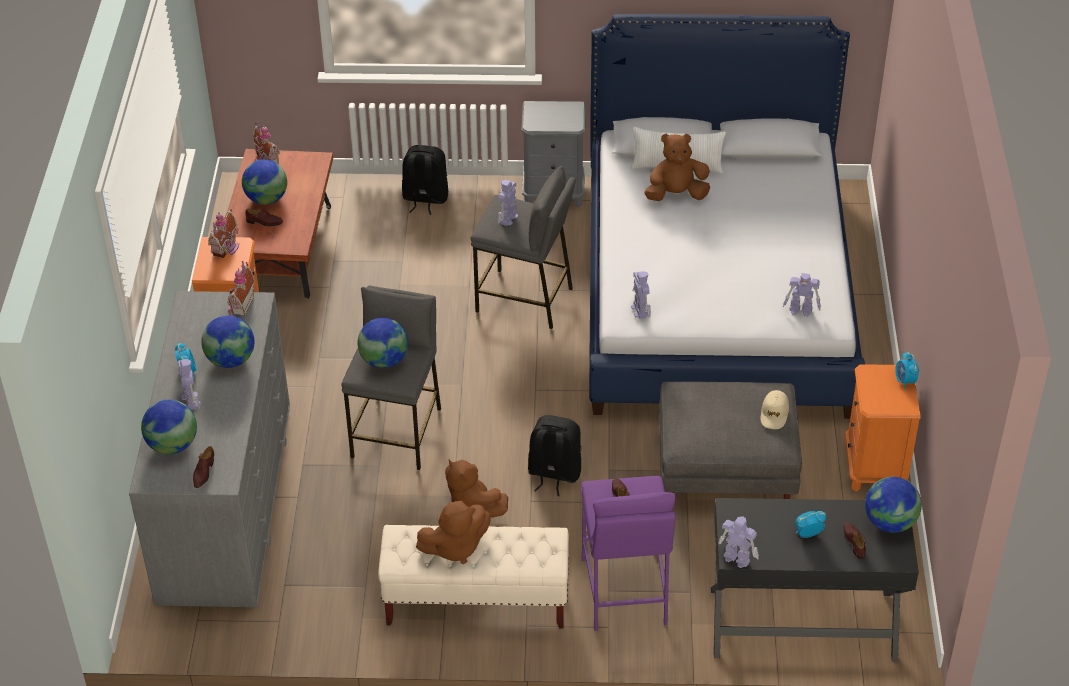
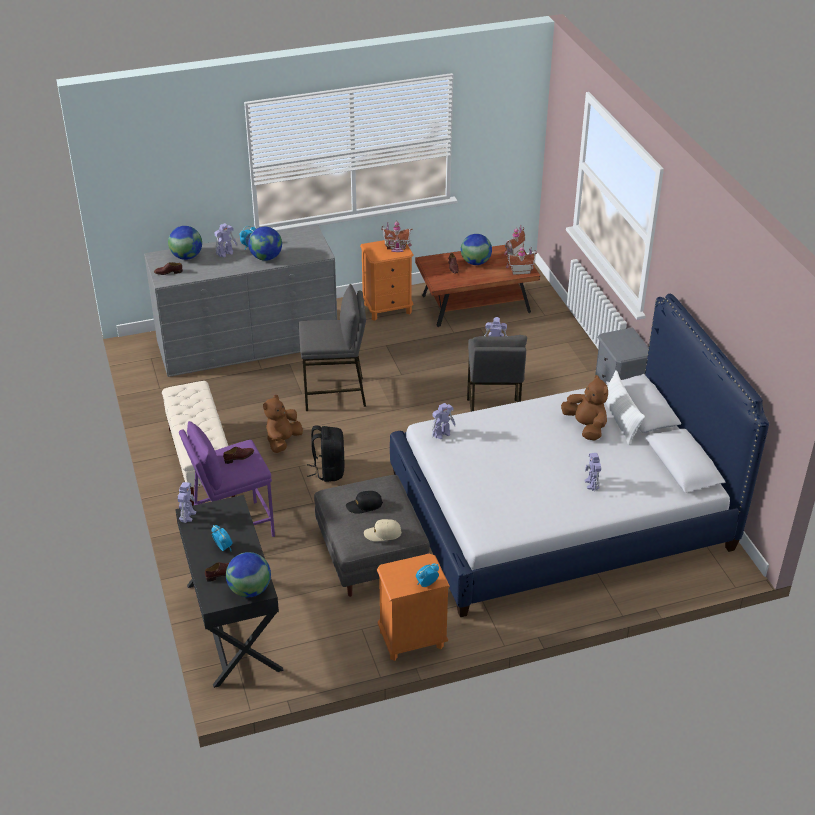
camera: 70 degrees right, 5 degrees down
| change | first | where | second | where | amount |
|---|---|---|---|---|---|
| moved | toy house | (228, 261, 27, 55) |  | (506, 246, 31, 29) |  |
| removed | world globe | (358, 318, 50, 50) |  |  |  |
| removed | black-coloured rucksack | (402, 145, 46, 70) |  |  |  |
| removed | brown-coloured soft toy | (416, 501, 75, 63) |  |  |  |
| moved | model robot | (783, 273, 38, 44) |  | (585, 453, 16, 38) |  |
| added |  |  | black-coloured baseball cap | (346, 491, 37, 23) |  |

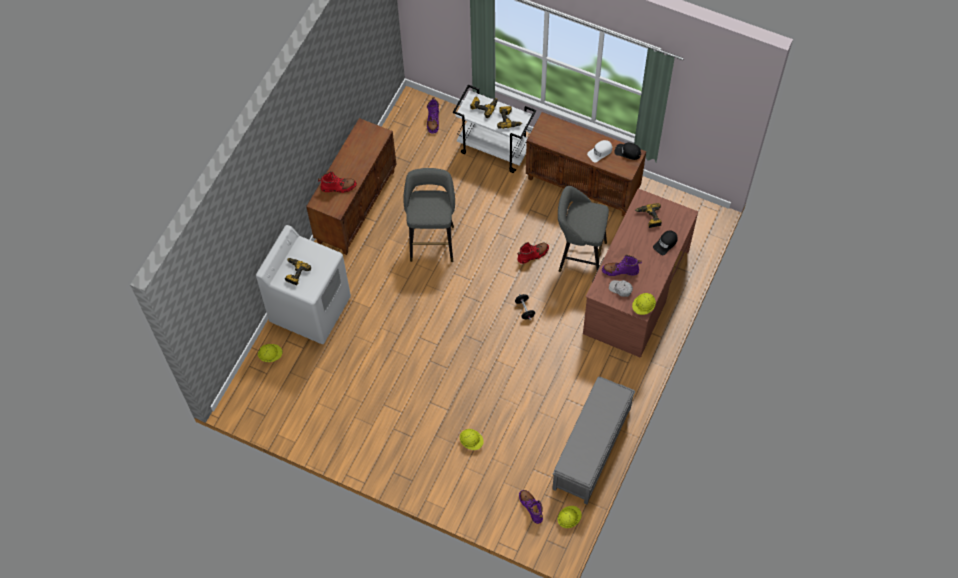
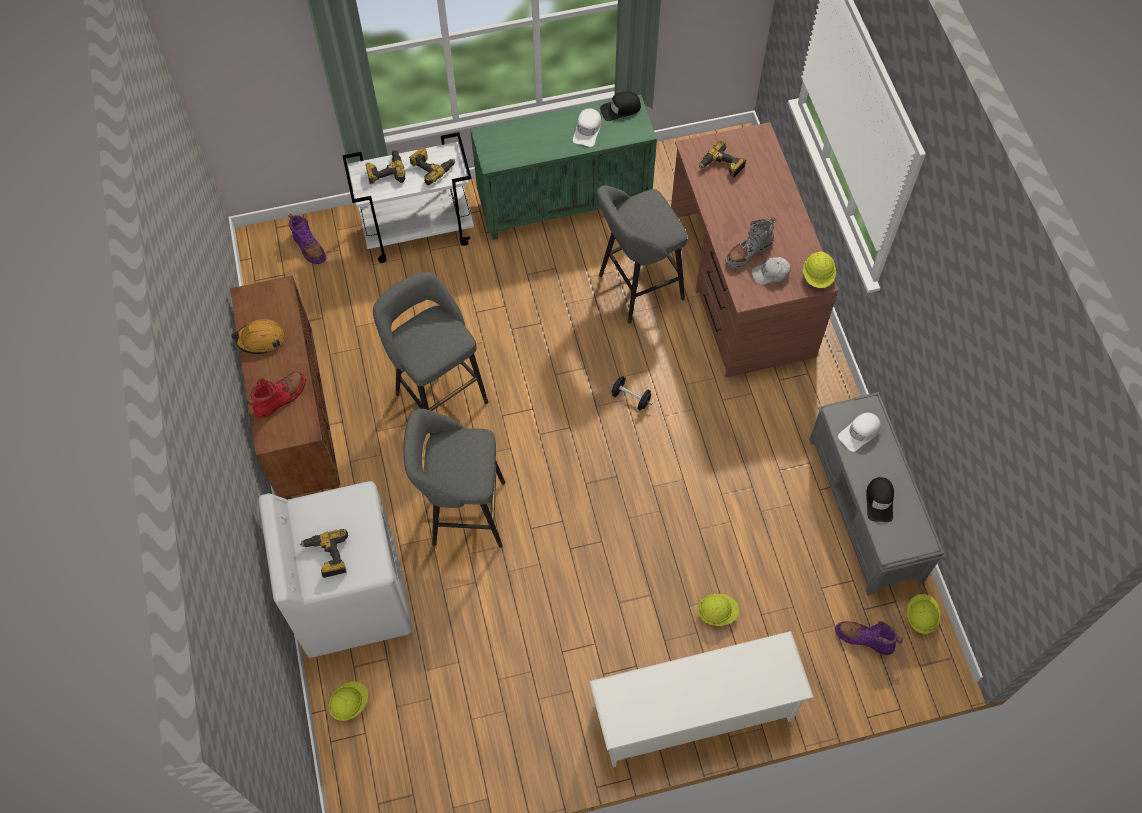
camera: 40 degrees left, 0 degrees up
| change | first | where | second | where | amount |
|---|---|---|---|---|---|
| removed | red boot | (517, 242, 32, 22) |  |  |  |
| recoloured | brown-coloured storage cabinet | (526, 112, 120, 104) | green-coloured storage cabinet | (470, 94, 187, 146) |  |
| recoloured | purple boot | (602, 255, 40, 21) | greyish boot | (725, 218, 52, 50) |  |
| moved | black-coloured baseball cap | (653, 230, 25, 25) |  | (866, 477, 28, 45) |  |
| added |  |  | orangey work helmet | (231, 319, 53, 35) |  |
| added |  |  | greyish stool seat | (403, 409, 102, 139) |  |
| added |  |  | white shoe stand | (589, 631, 225, 136) |  |
| added |  |  | white baseball cap | (838, 413, 43, 39) |  |

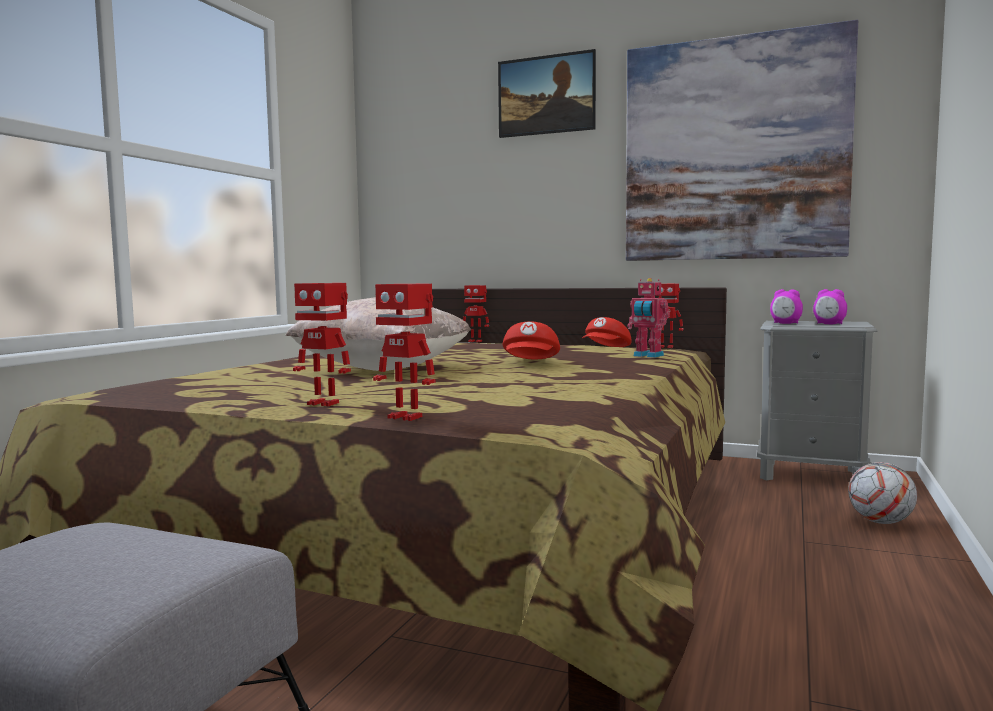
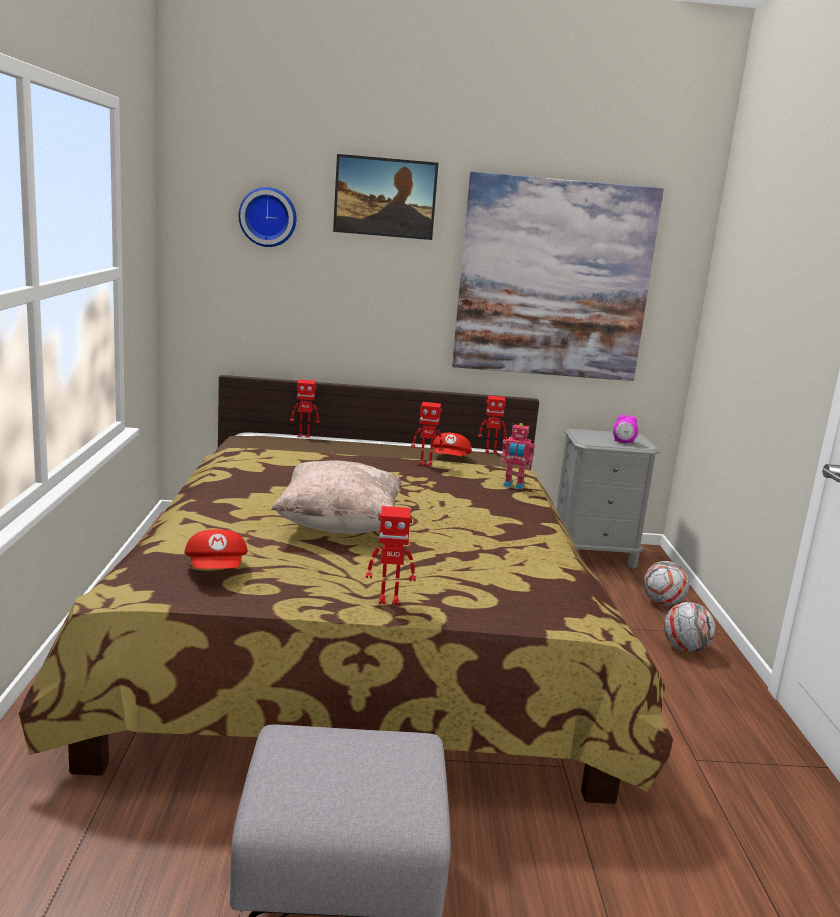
camera: 25 degrees left, 10 degrees up
| change | first | where | second | where | amount |
|---|---|---|---|---|---|
| moved | model robot | (373, 284, 62, 137) |  | (411, 402, 32, 65) |  |
| moved | red baseball cap | (502, 321, 58, 38) |  | (184, 529, 64, 40) |  |
| removed | bedside clock | (770, 289, 33, 35) |  |  |  |
| added |  |  | clock on the wall | (239, 187, 58, 60) |  |
| added |  |  | football ball | (664, 602, 52, 50) |  |

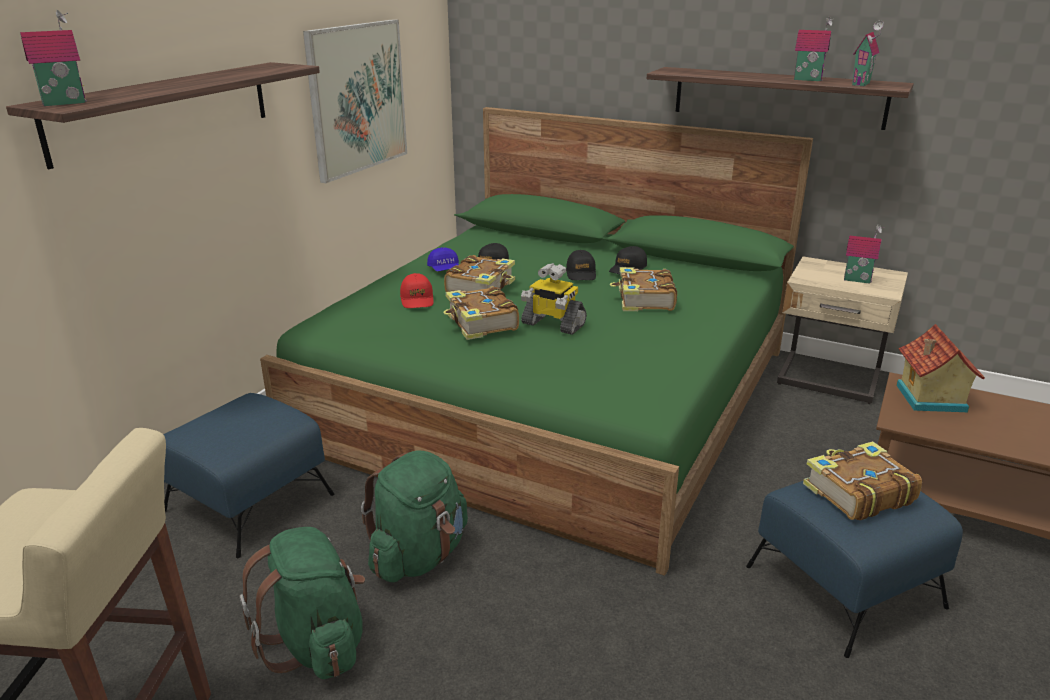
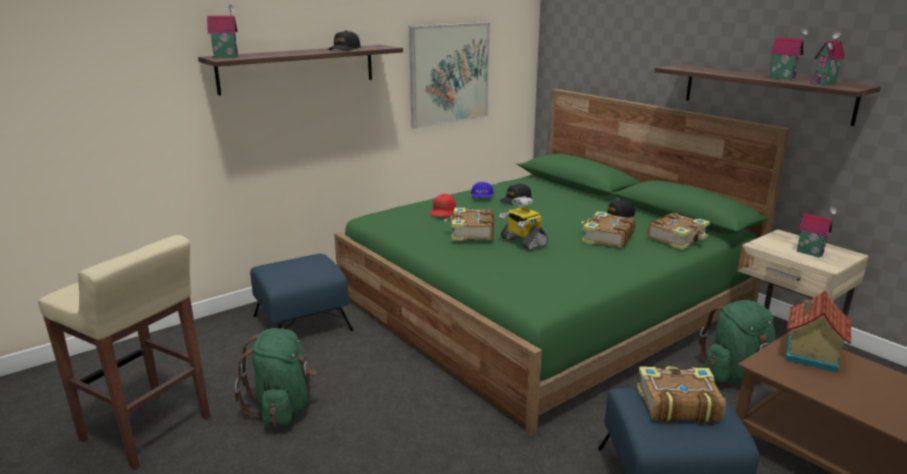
camera: 25 degrees right, 5 degrees down
| change | first | where | second | where | amount |
|---|---|---|---|---|---|
| moved | green-coloured rucksack | (361, 450, 107, 132) |  | (698, 300, 77, 84) |  |
| moved | bound book | (444, 255, 71, 37) |  | (647, 213, 63, 37) |  |
| moved | black-coloured baseball cap | (566, 250, 30, 30) |  | (328, 30, 33, 21) |  |

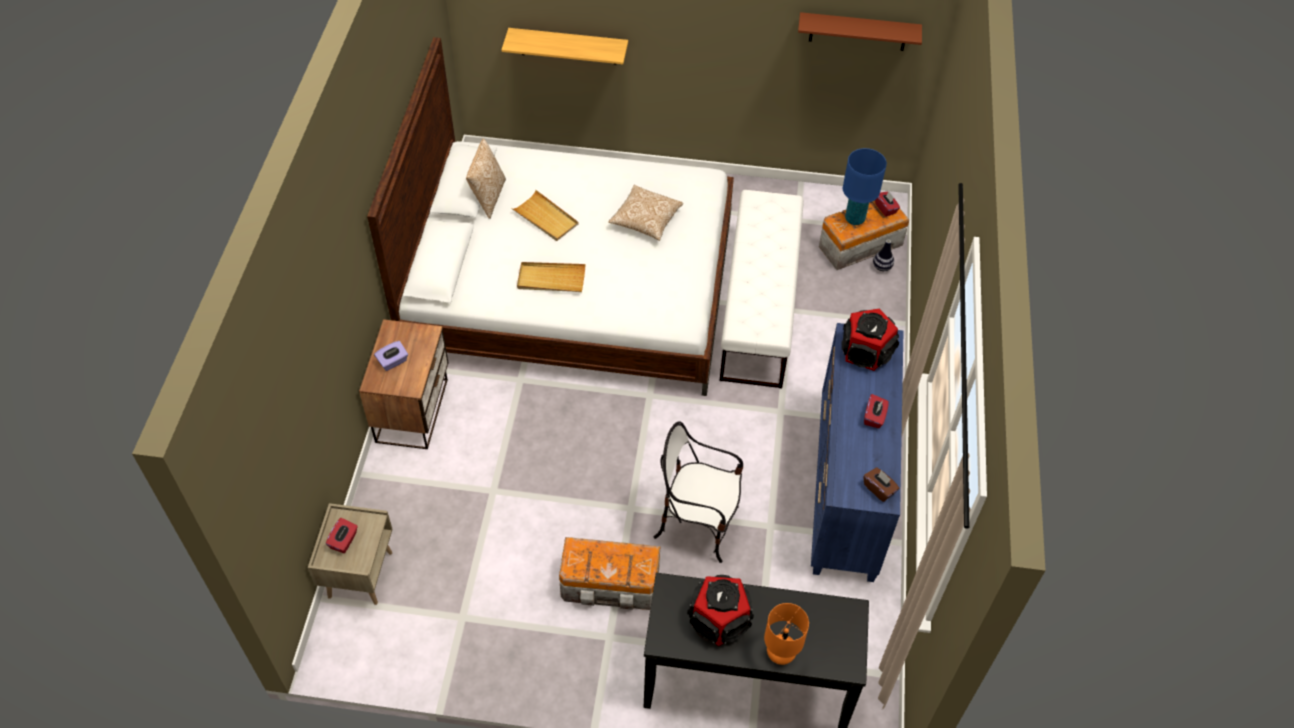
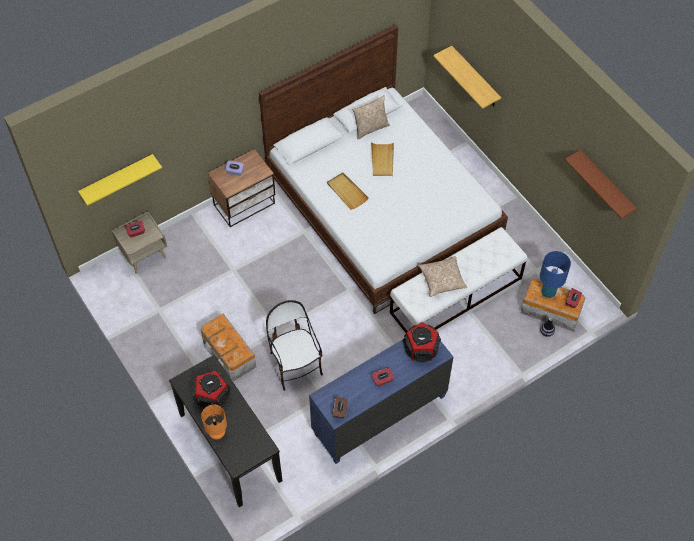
camera: 50 degrees right, 5 degrees up
| change | first | where | second | where | amount |
|---|---|---|---|---|---|
| moved | pillow | (608, 185, 75, 56) |  | (418, 256, 49, 41) |  |
| added |  |  | yellow bracket shelf | (78, 154, 84, 52) |  |

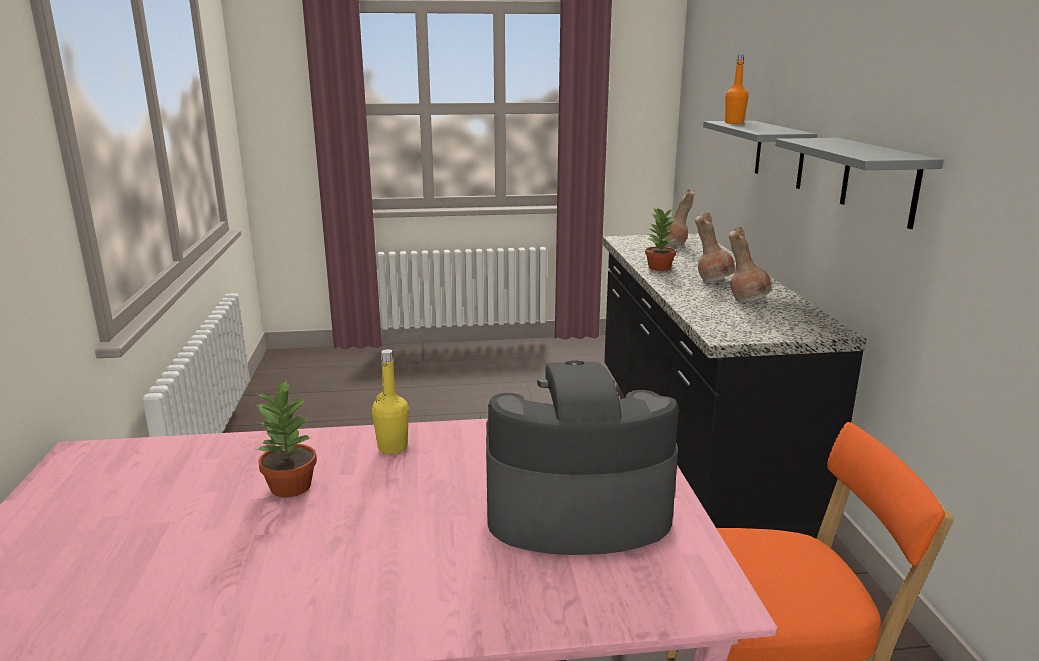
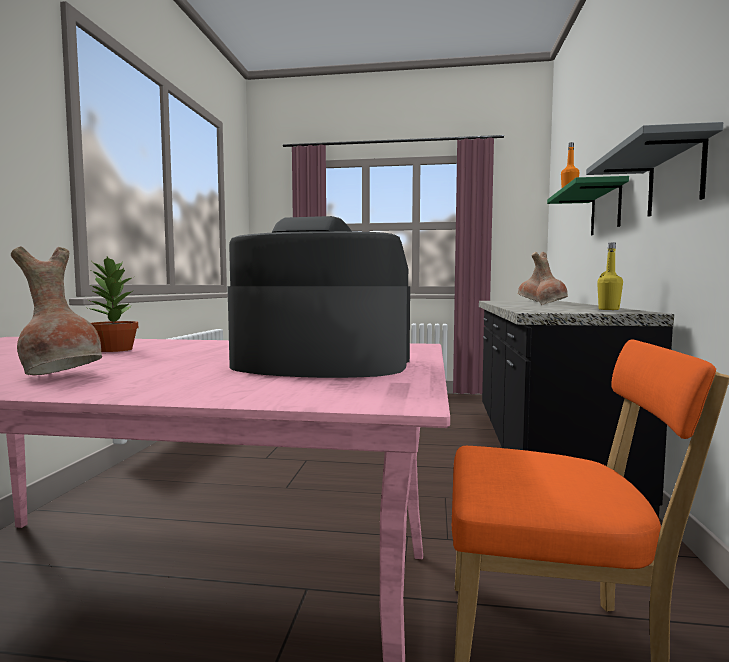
camera: 15 degrees right, 15 degrees down
| change | first | where | second | where | amount |
|---|---|---|---|---|---|
| moved | yellow bottle | (372, 349, 37, 105) |  | (597, 243, 26, 67) |  |
| removed | potted plant | (645, 208, 31, 63) |  |  |  |
| recoloured | greyish bracket shelf | (703, 121, 114, 68) | green-coloured bracket shelf | (547, 176, 82, 59) |  |
| moved | brown-coloured vase | (729, 226, 42, 76) |  | (11, 246, 91, 129) |  |

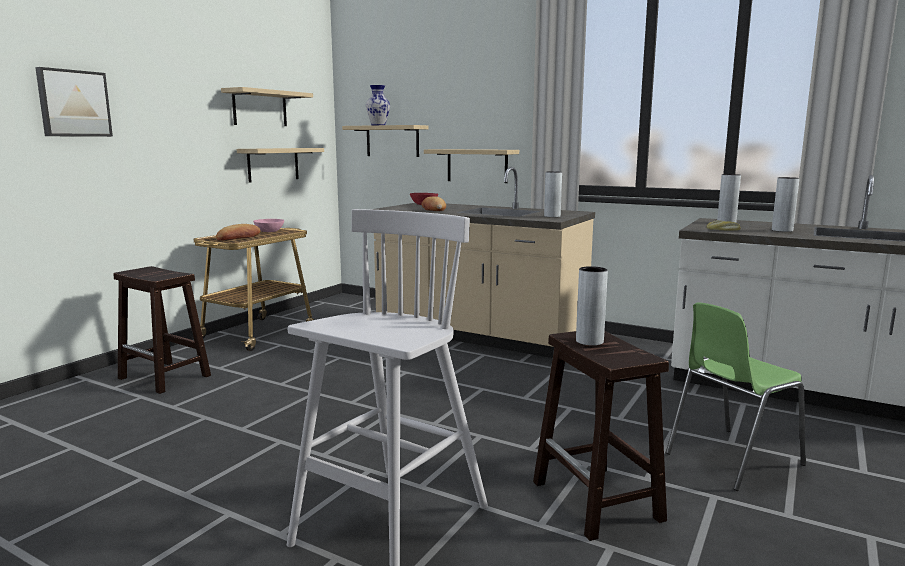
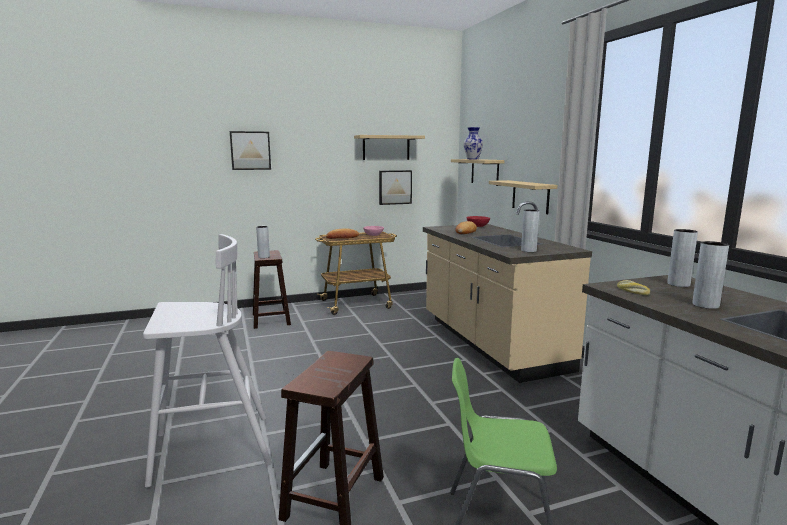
camera: 40 degrees right, 0 degrees up
| change | first | where | second | where | amount |
|---|---|---|---|---|---|
| replaced | bracket shelf | (237, 148, 87, 35) | wall art | (379, 170, 33, 35) |  |
| moved | greyish vase | (576, 266, 32, 80) |  | (256, 226, 14, 32) |  |

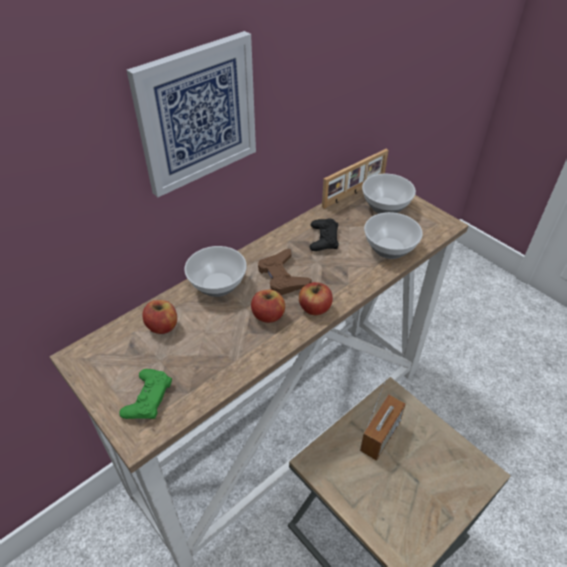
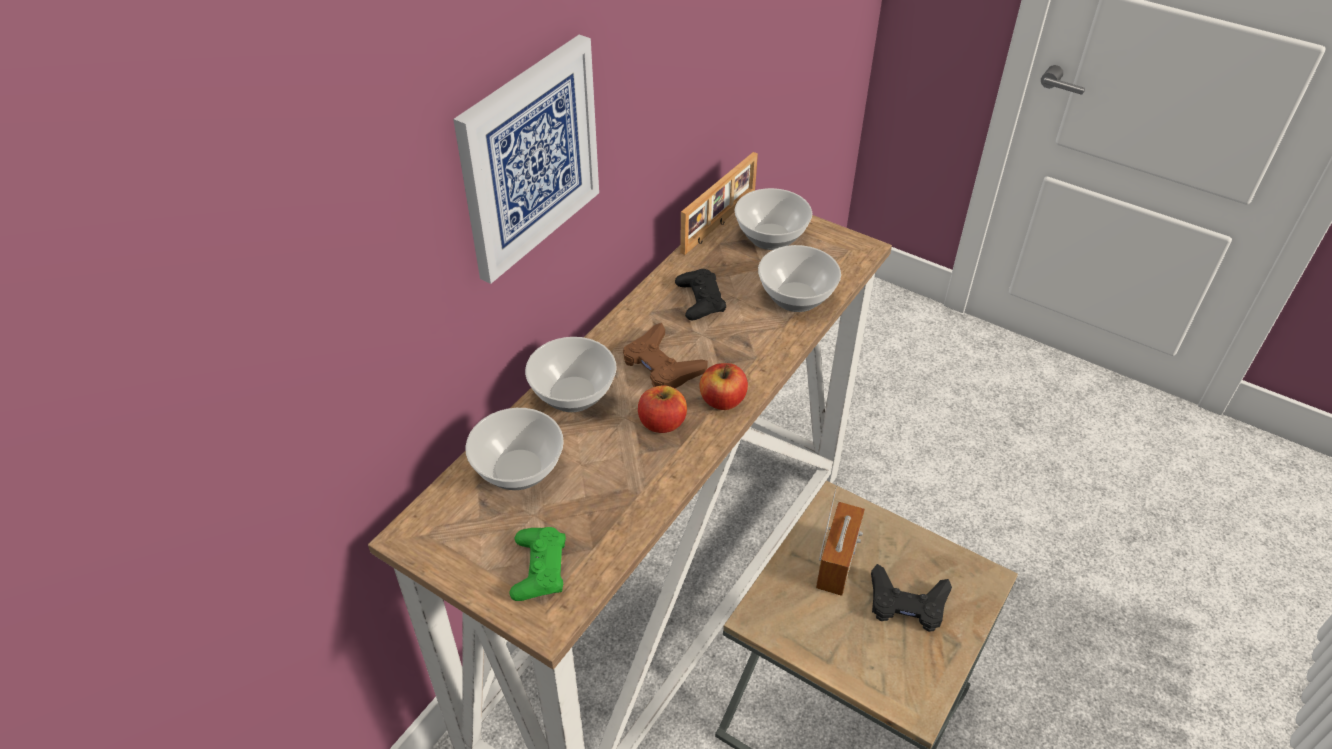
camera: 15 degrees left, 0 degrees up
| change | first | where | second | where | amount |
|---|---|---|---|---|---|
| replaced | apple fruit | (142, 300, 35, 34) | deep dish | (465, 408, 99, 82) |  |
| added |  |  | black-coloured gamepad | (871, 564, 81, 68) |  |

